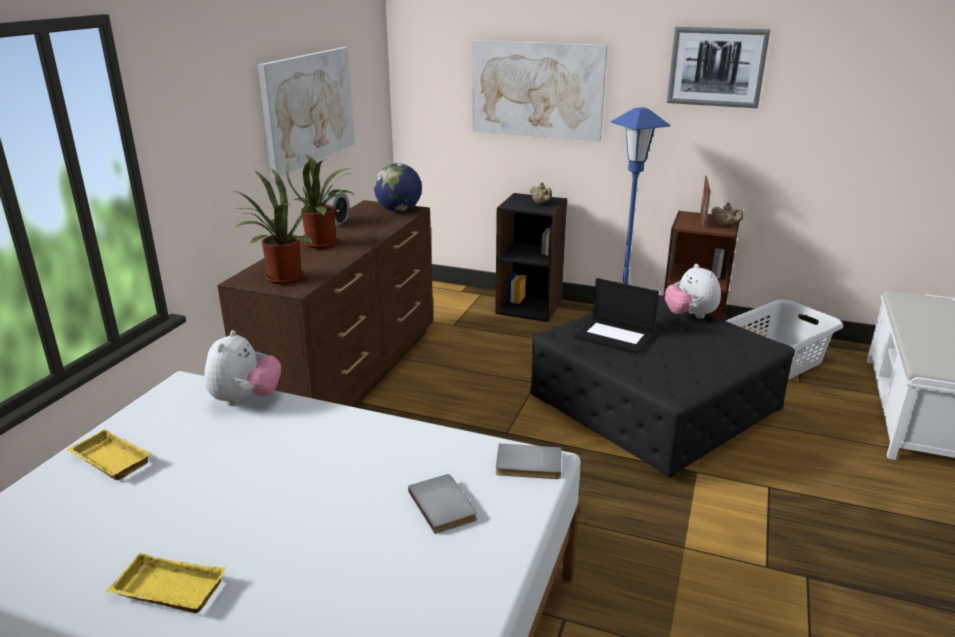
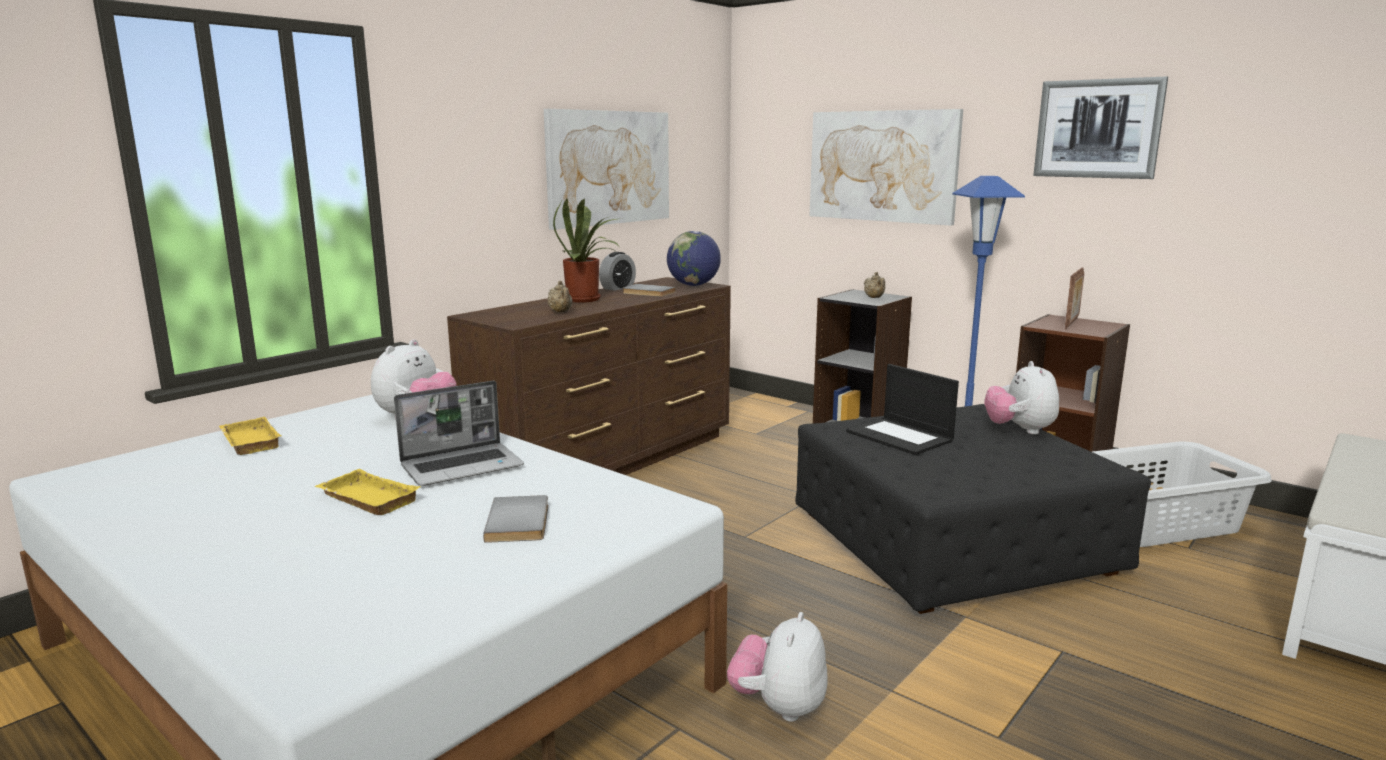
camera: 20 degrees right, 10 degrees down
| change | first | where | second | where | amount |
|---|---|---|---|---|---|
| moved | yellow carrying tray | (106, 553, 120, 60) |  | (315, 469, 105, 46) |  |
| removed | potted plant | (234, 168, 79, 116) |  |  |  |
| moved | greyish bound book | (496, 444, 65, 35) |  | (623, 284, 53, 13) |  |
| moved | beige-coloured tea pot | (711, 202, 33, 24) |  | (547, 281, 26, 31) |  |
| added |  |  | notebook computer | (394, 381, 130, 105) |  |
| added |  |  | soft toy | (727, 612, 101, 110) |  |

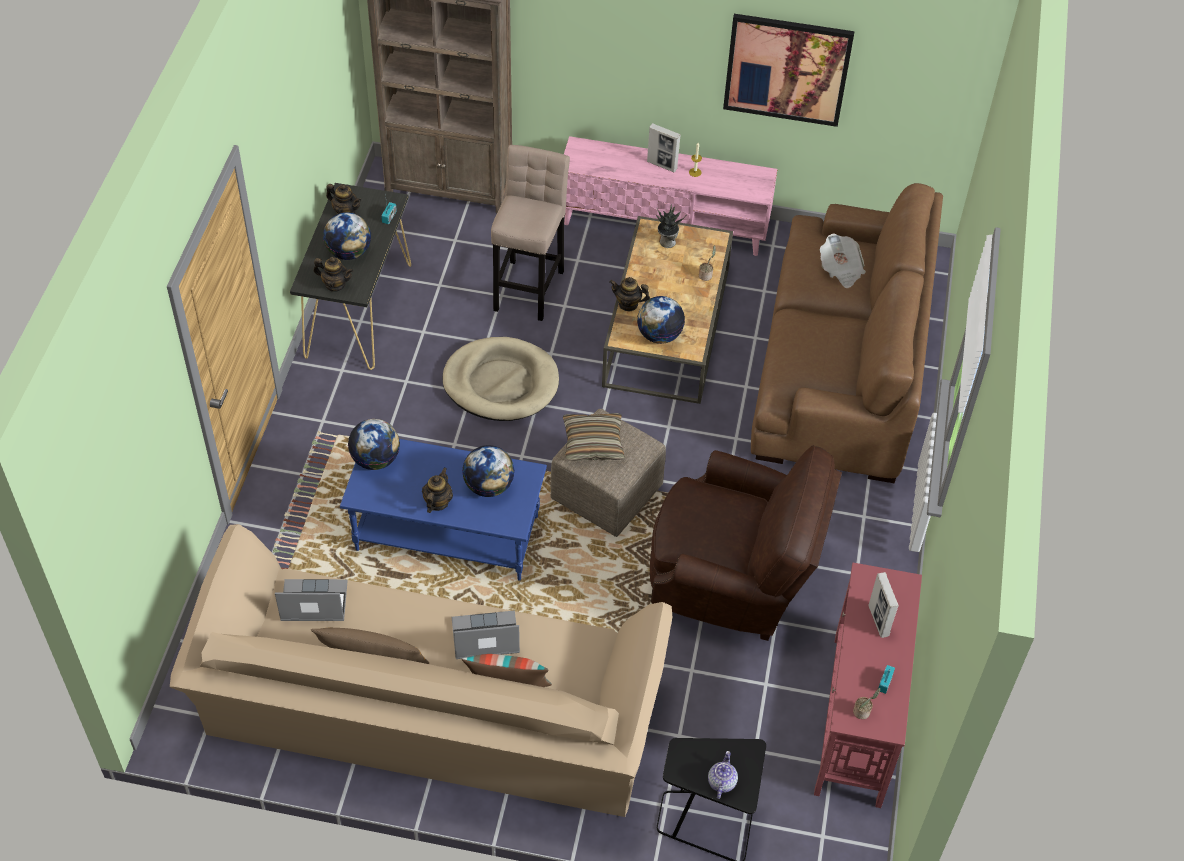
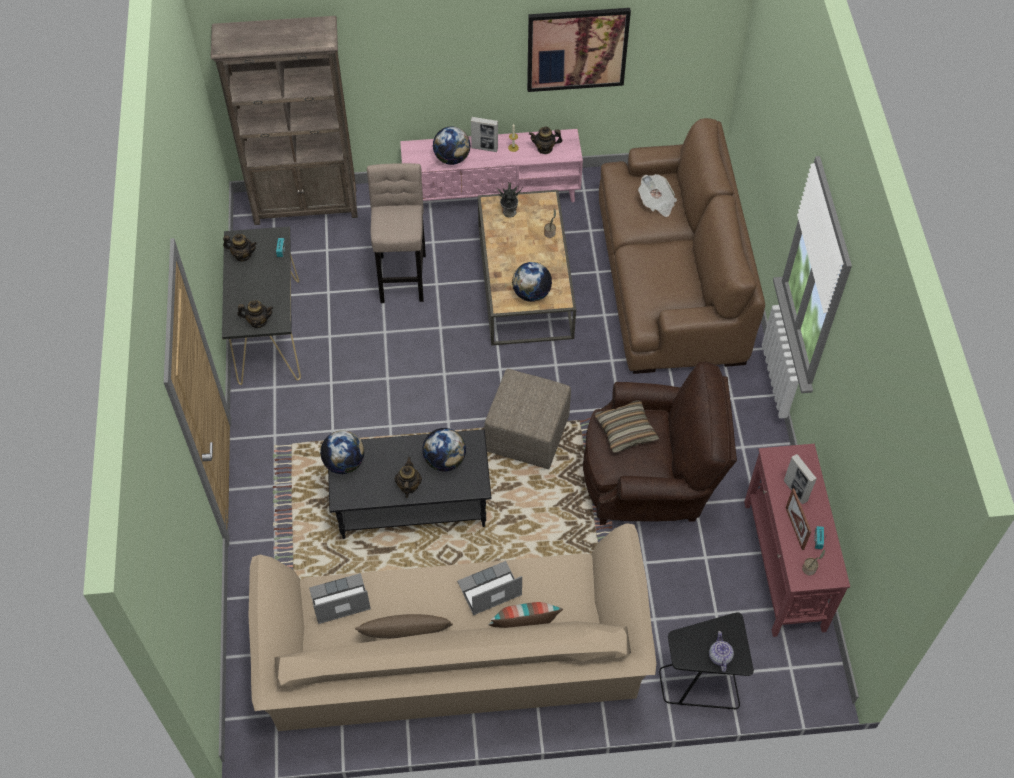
camera: 15 degrees left, 5 degrees up
| change | first | where | second | where | amount |
|---|---|---|---|---|---|
| moved | world globe | (323, 212, 48, 48) |  | (433, 126, 37, 39) |  |
| recoloured | blue-coloured low table | (340, 439, 207, 142) | black-coloured low table | (328, 429, 163, 110) |  |
| removed | beige-coloured dog bed | (442, 337, 117, 84) |  |  |  |
| moved | pillow | (563, 413, 62, 48) |  | (595, 401, 65, 52) |  |
| moved | tea pot | (610, 277, 40, 34) |  | (529, 126, 34, 28) |  |
| added |  |  | photo frame | (786, 488, 26, 62) |  |

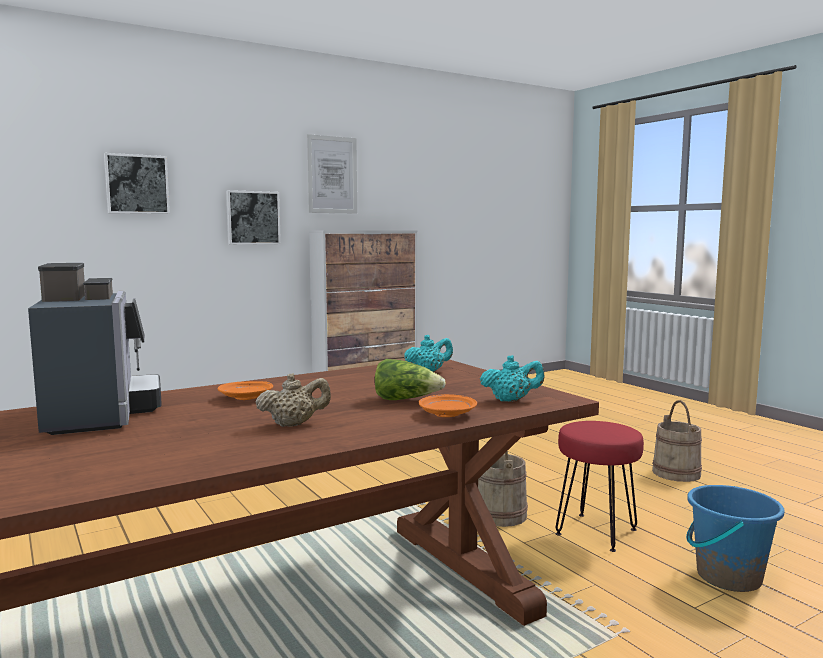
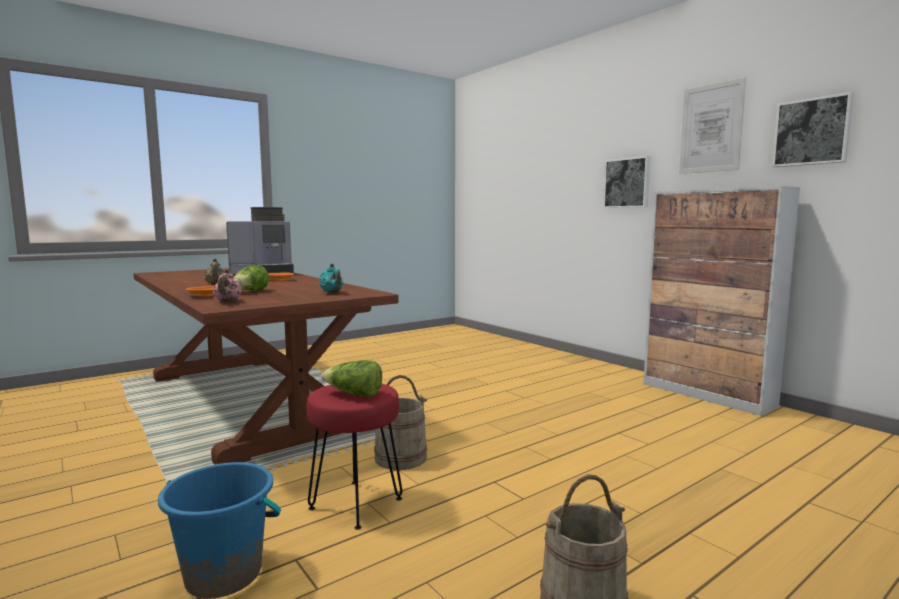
camera: 85 degrees right, 0 degrees up
| change | first | where | second | where | amount |
|---|---|---|---|---|---|
| moved | wall art | (104, 153, 66, 61) |  | (772, 92, 82, 75) |  |
| recoloured | turquoise tea pot | (480, 355, 64, 47) | pinkish tea pot | (213, 269, 28, 33) |  |
| added |  |  | lettuce head | (321, 360, 61, 37) |  |

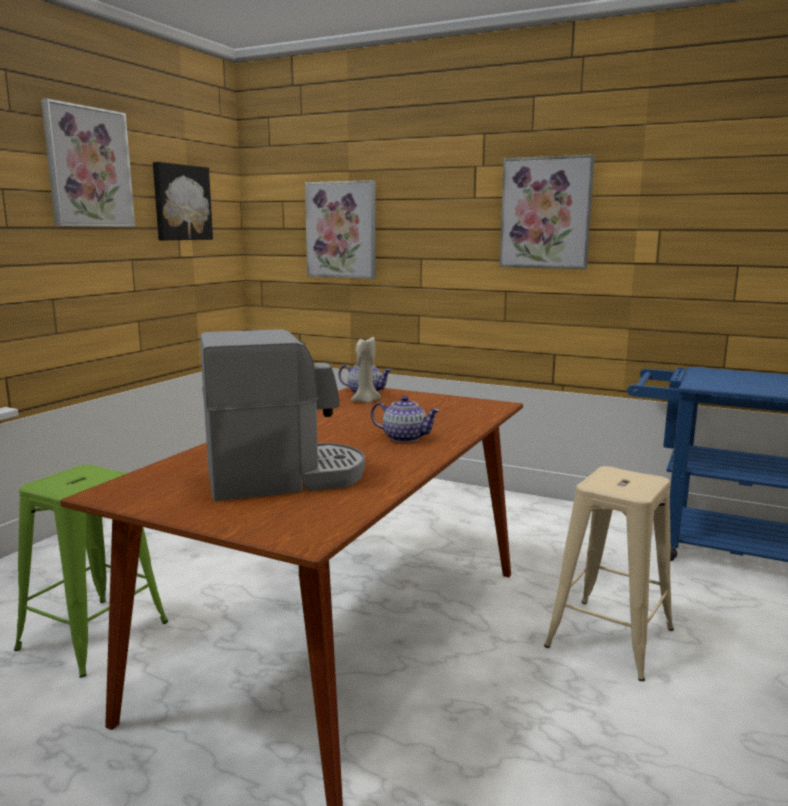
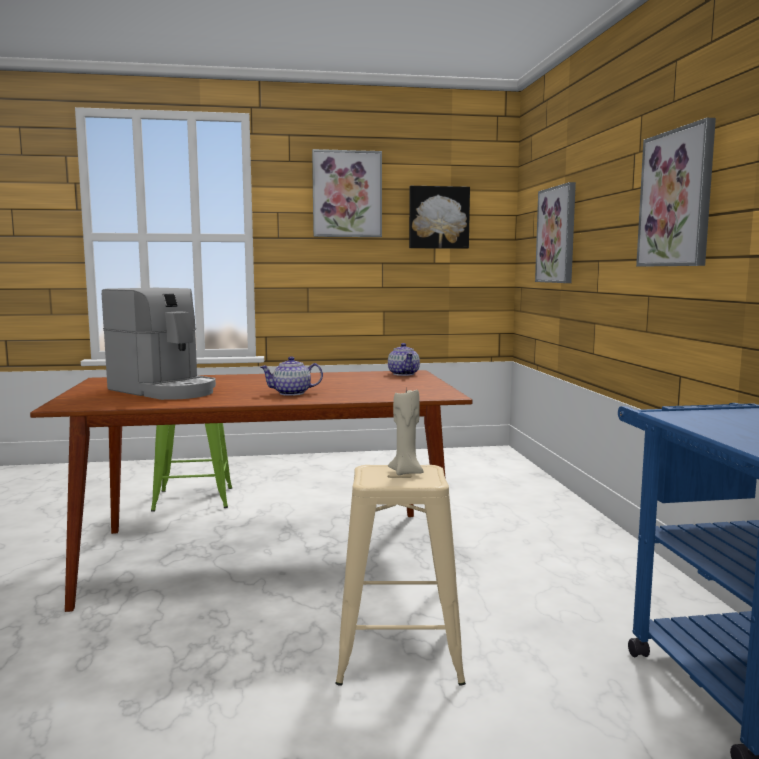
camera: 55 degrees right, 5 degrees down
| change | first | where | second | where | amount |
|---|---|---|---|---|---|
| moved | beige-coloured wax candle | (351, 337, 30, 67) |  | (388, 389, 36, 86) |  |
| turned | tea pot | (371, 396, 69, 47) |  | (260, 356, 63, 40) | 90 degrees clockwise |

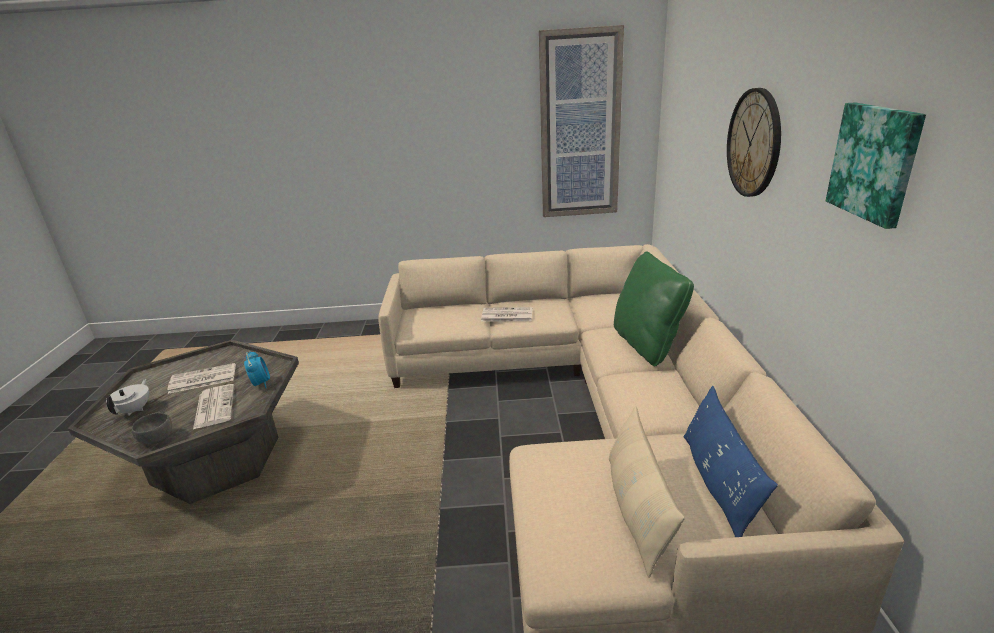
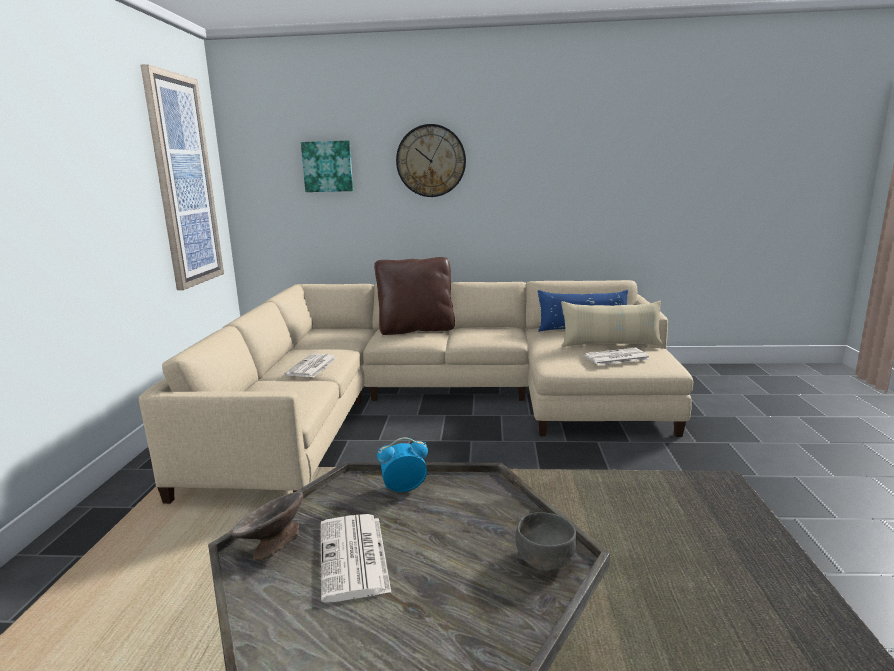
camera: 85 degrees left, 10 degrees down
| change | first | where | second | where | amount |
|---|---|---|---|---|---|
| removed | white tea pot | (106, 379, 43, 37) |  |  |  |
| moved | newspaper | (193, 384, 41, 45) |  | (584, 348, 66, 17) |  |
| recoloured | green-coloured pillow | (614, 252, 80, 114) | brown-coloured pillow | (374, 257, 81, 78) |  |
| moved | wall art | (826, 102, 100, 127) |  | (301, 141, 52, 51) |  |
| added |  |  | greyish deep dish | (231, 492, 72, 68) |  |

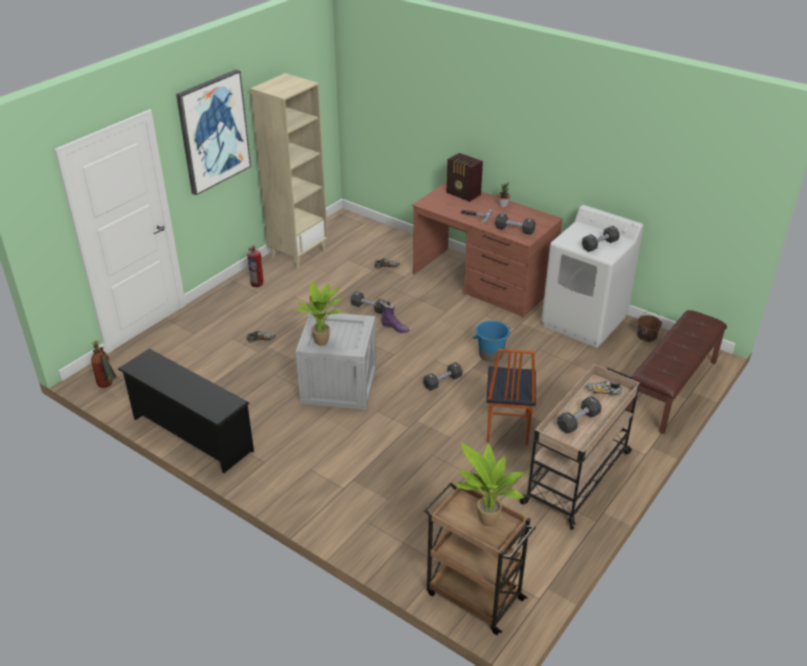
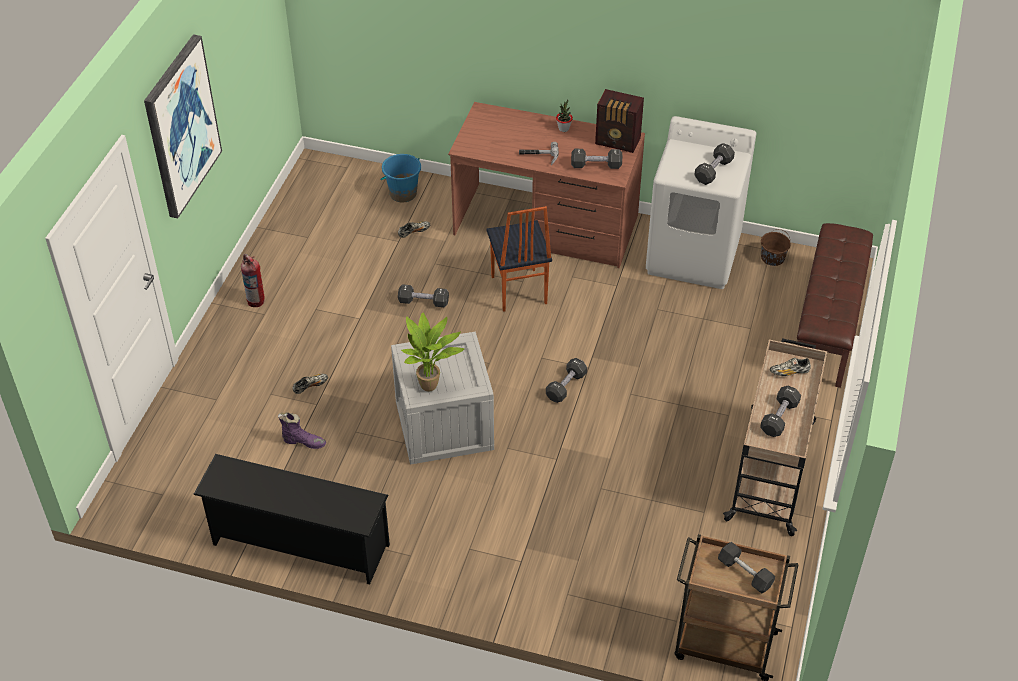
camera: 20 degrees left, 10 degrees up
| change | first | where | second | where | amount |
|---|---|---|---|---|---|
| removed | fire-fighting cylinder | (91, 340, 26, 48) |  |  |  |
| removed | beige-coloured shelving unit | (250, 73, 78, 196) |  |  |  |
| moved | purple boot | (381, 301, 28, 32) |  | (278, 412, 48, 37) |  |
| moved | radio receiver | (447, 153, 36, 49) |  | (595, 89, 49, 64) |  |
| replaced | potted plant | (455, 443, 71, 83) | greyish dumbbell | (718, 542, 57, 52) |  |
| moved | blue-coloured bucket | (473, 320, 37, 42) |  | (381, 154, 40, 48) |  |
| moved | plain chair | (487, 349, 49, 96) |  | (487, 206, 65, 106) |  |

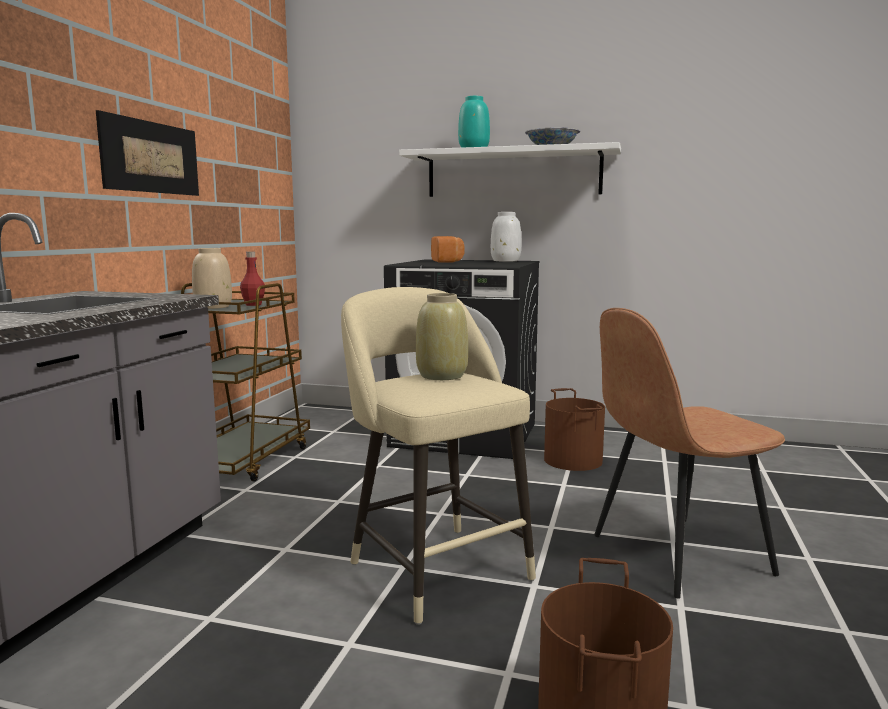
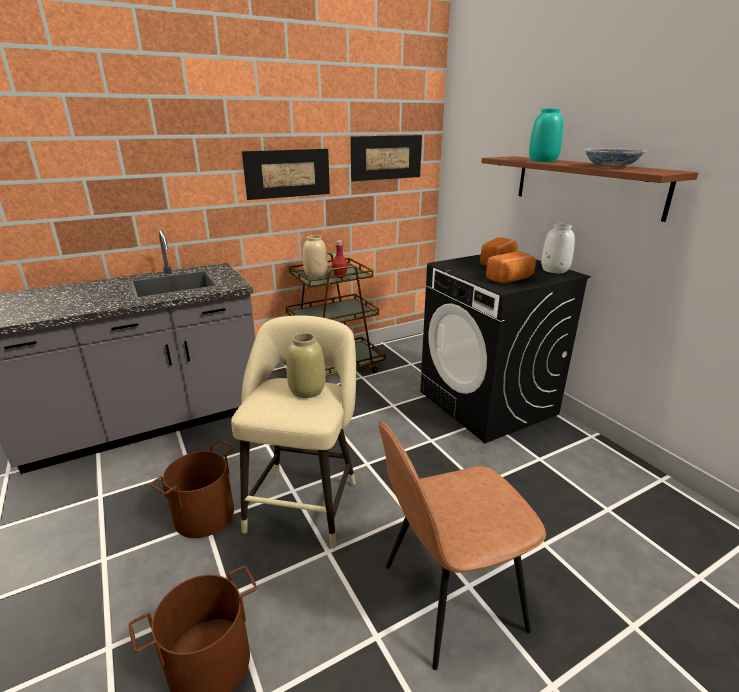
camera: 45 degrees right, 15 degrees up
| change | first | where | second | where | amount |
|---|---|---|---|---|---|
| recoloured | white bracket shelf | (399, 142, 222, 55) | brown-coloured bracket shelf | (481, 156, 217, 66) |  |
| moved | brown-coloured bucket | (544, 388, 61, 83) |  | (150, 439, 85, 99) |  |
| turned | brown-coloured plain chair | (594, 308, 191, 291) |  | (379, 421, 167, 249) | 45 degrees counterclockwise |
| added |  |  | wall art | (350, 135, 72, 46) |  |
| added |  |  | bread | (486, 251, 50, 32) |  |

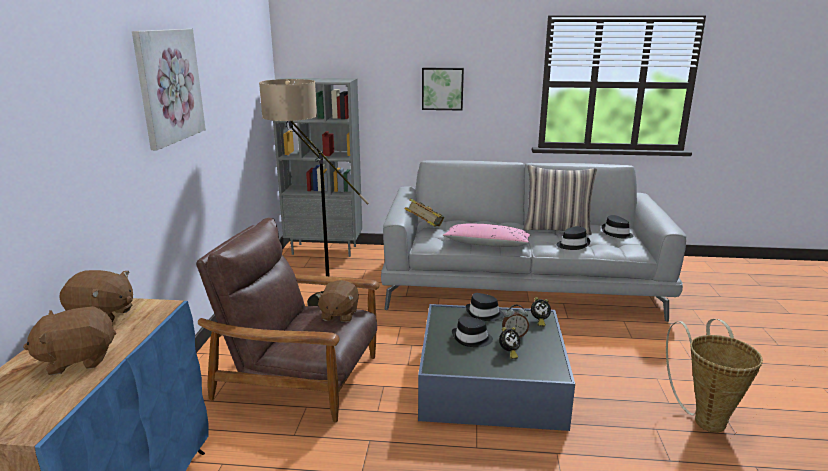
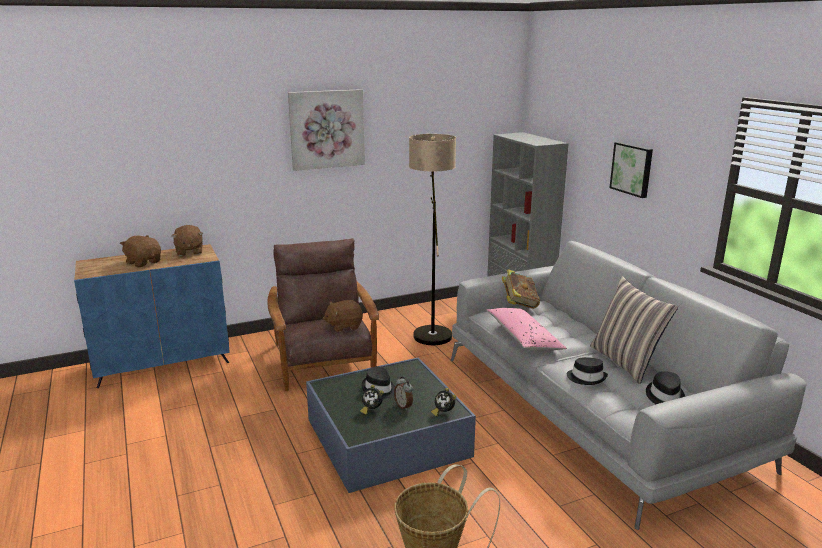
camera: 60 degrees right, 0 degrees up
| change | first | where | second | where | amount |
|---|---|---|---|---|---|
| removed | black-coloured hat | (466, 293, 38, 28) |  |  |  |

